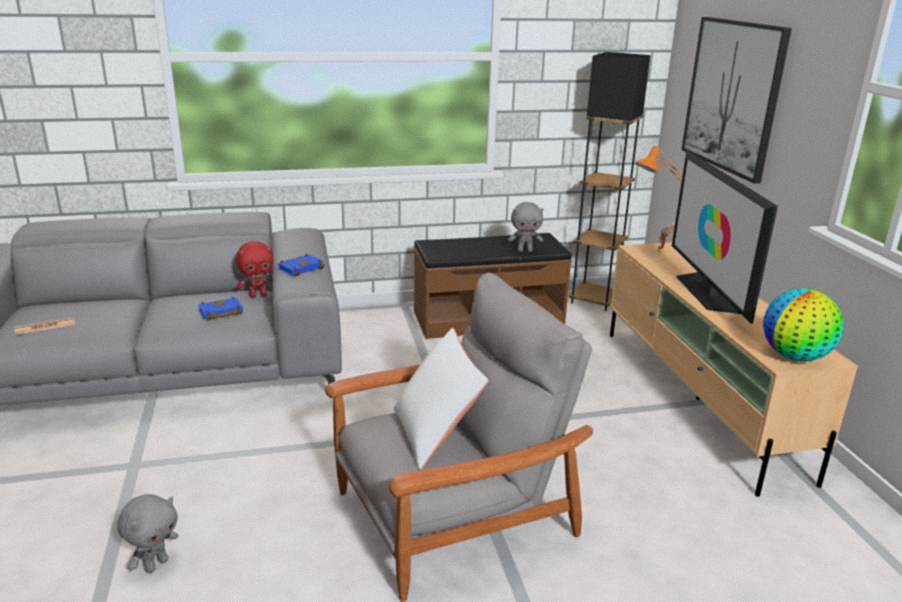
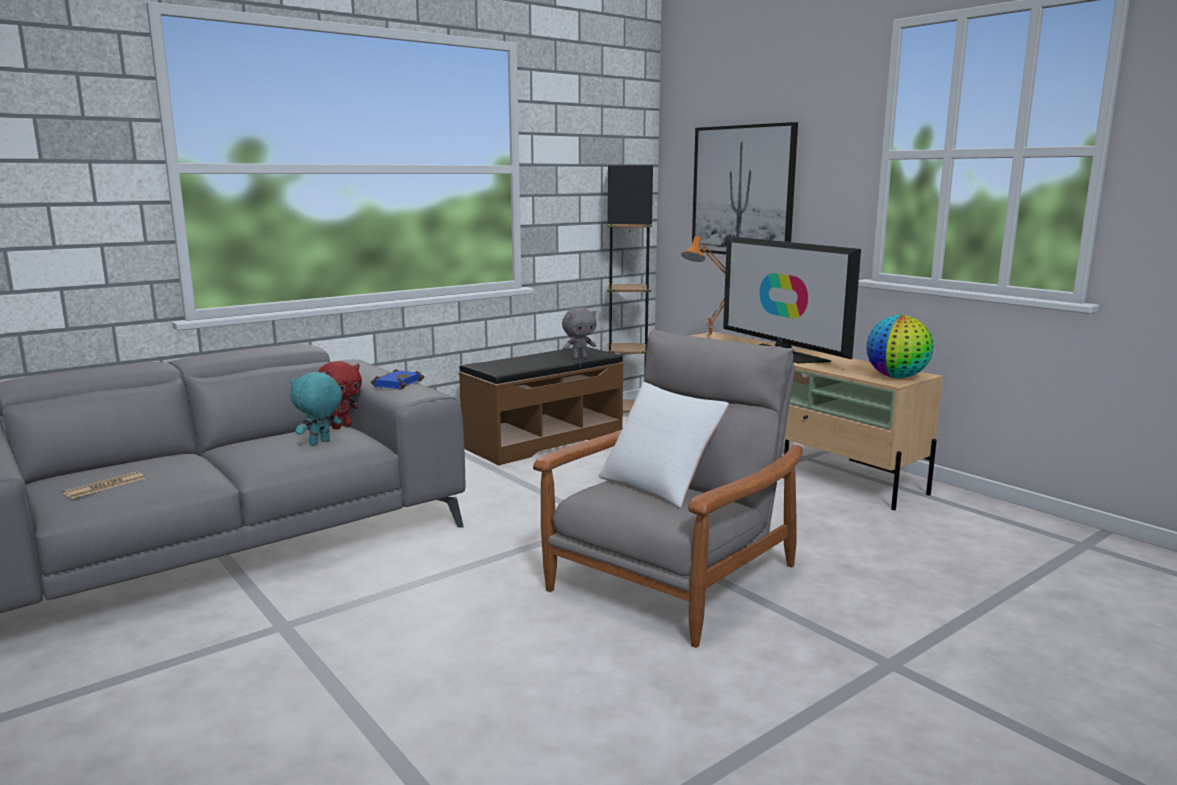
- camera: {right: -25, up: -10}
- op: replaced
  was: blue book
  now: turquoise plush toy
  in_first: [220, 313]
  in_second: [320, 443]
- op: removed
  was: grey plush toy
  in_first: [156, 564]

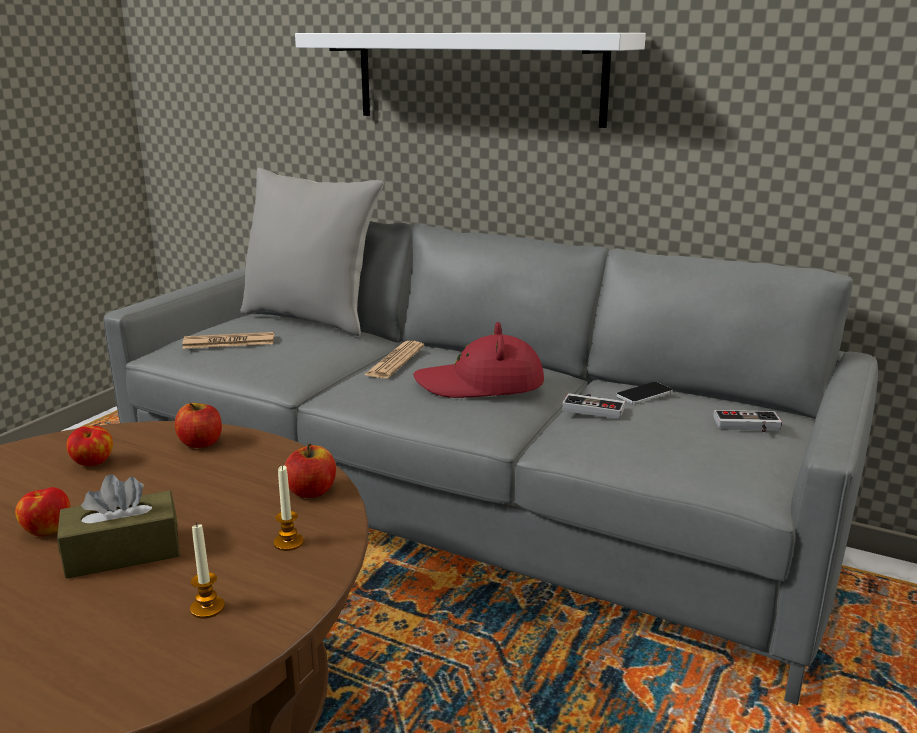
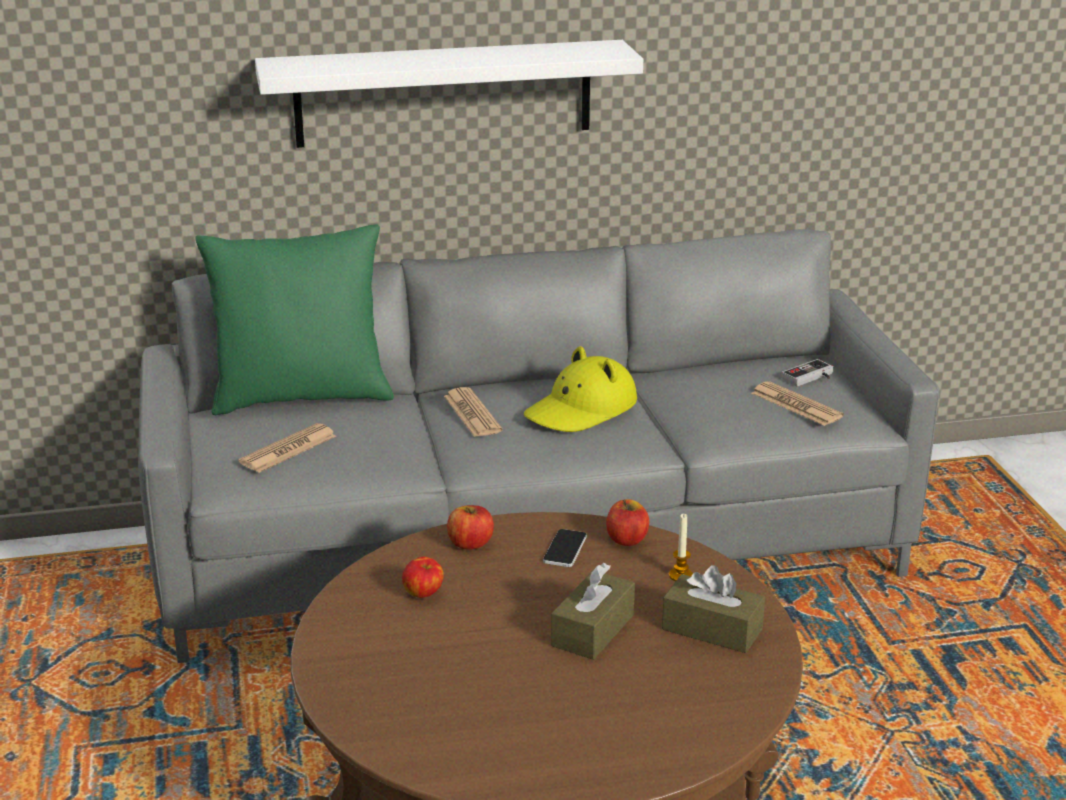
- camera: {right: -40, up: 5}
- op: recoloured
  was: grey pillow
  now: green pillow
  in_first: [311, 319]
  in_second: [301, 397]
- op: recoloured
  was: red hat
  now: yellow hat
  in_first: [480, 384]
  in_second: [581, 410]
- op: moved
  was: phone
  in_first: [644, 394]
  in_second: [565, 549]
- op: replaced
  was: candle
  now: brown tissue box
  in_first: [207, 608]
  in_second: [712, 629]
- op: added
  now: newspaper
  in_second: [796, 405]
- op: removed
  was: apple
  in_first: [47, 530]
- op: removed
  was: game controller
  in_first: [594, 407]

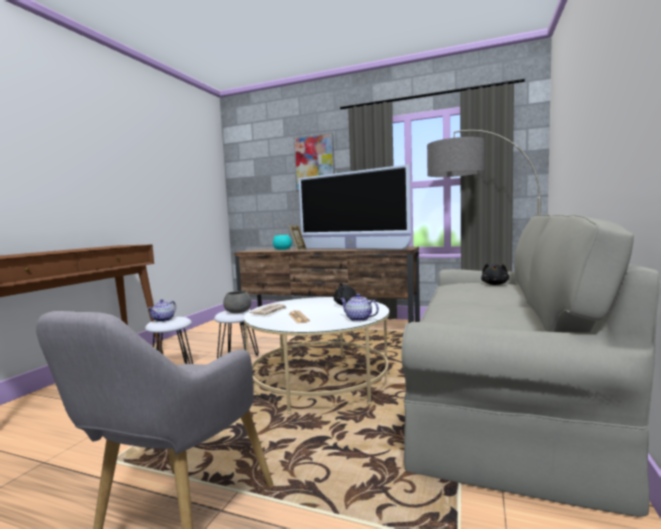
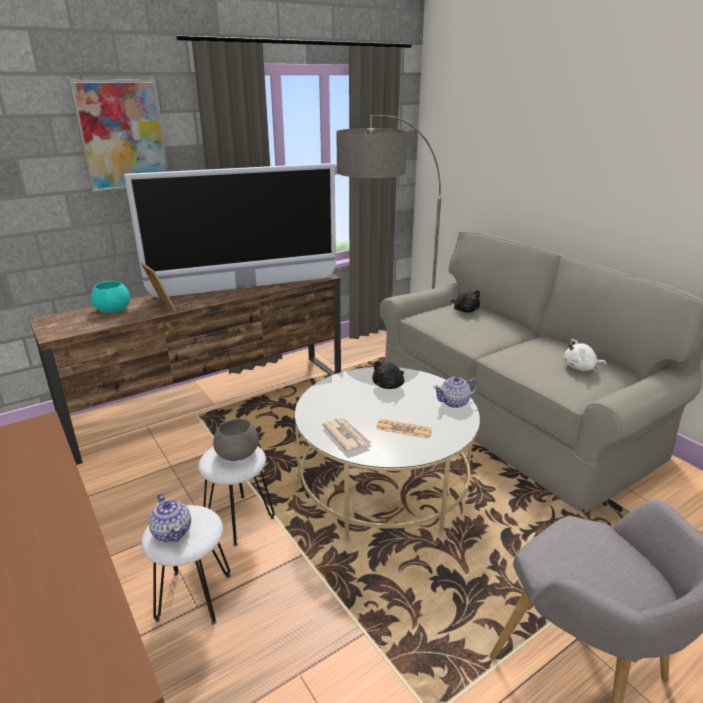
- camera: {right: -55, up: 20}
- op: added
  now: white plush toy
  in_second: [581, 368]

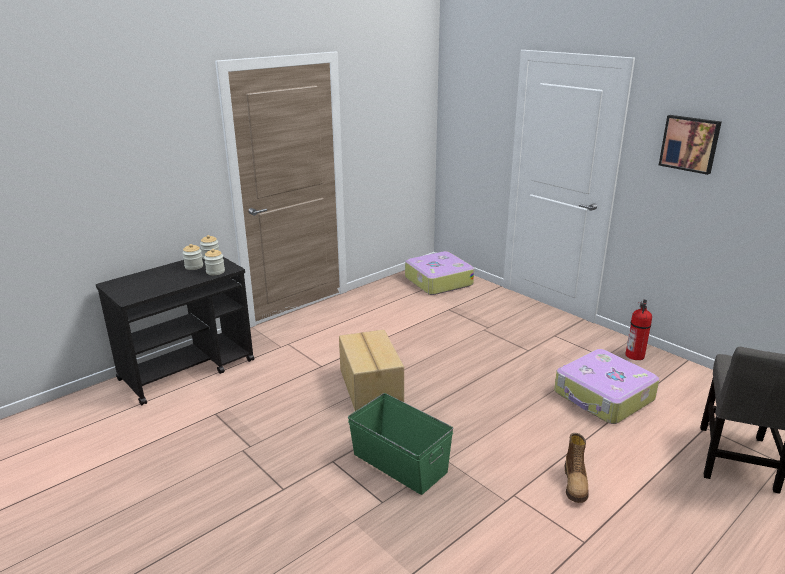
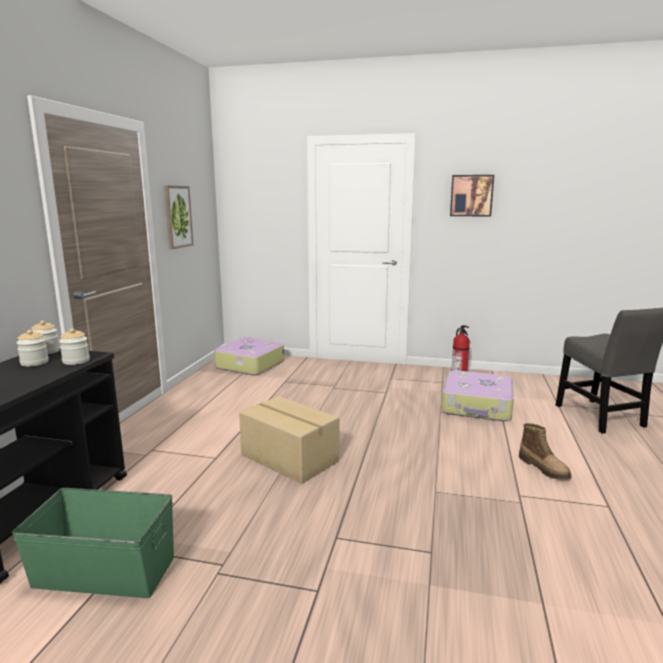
- camera: {right: -35, up: -10}
- op: moved
  was: green storage box
  in_first: [399, 462]
  in_second: [104, 571]
- op: added
  now: picture
  in_second: [177, 216]

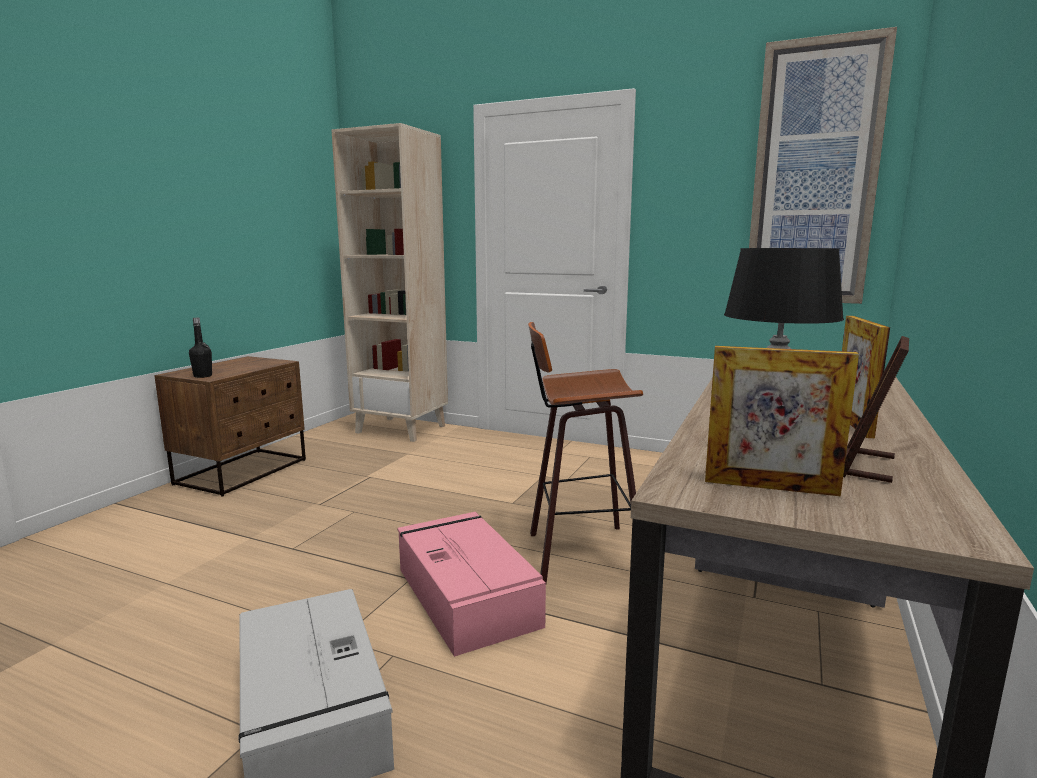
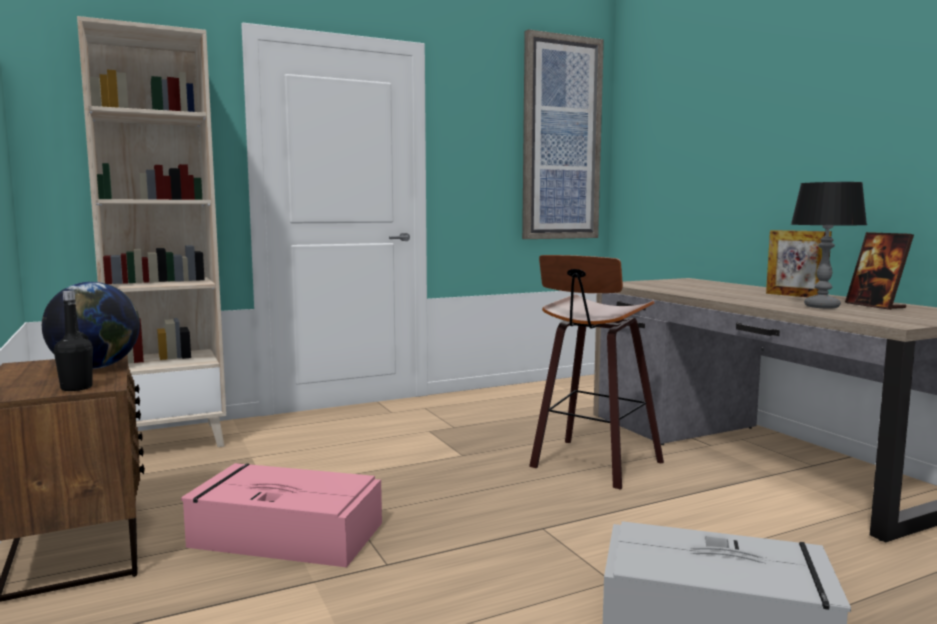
- camera: {right: -50, up: -5}
- op: added
  now: globe
  in_second: [95, 367]
- op: moved
  was: pink storage box
  in_first: [465, 595]
  in_second: [284, 534]
- op: removed
  was: picture frame
  in_first: [770, 487]

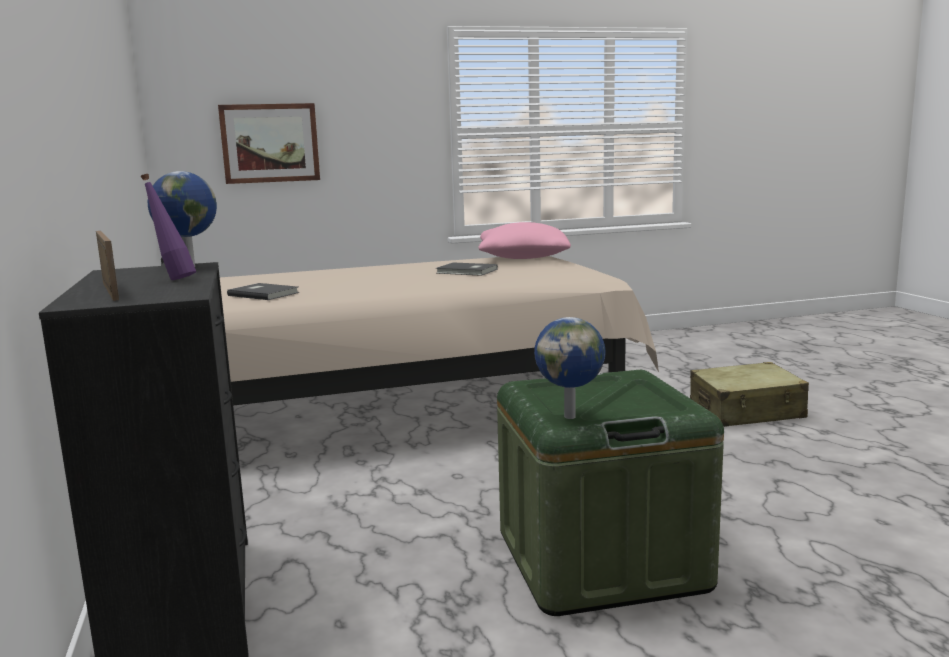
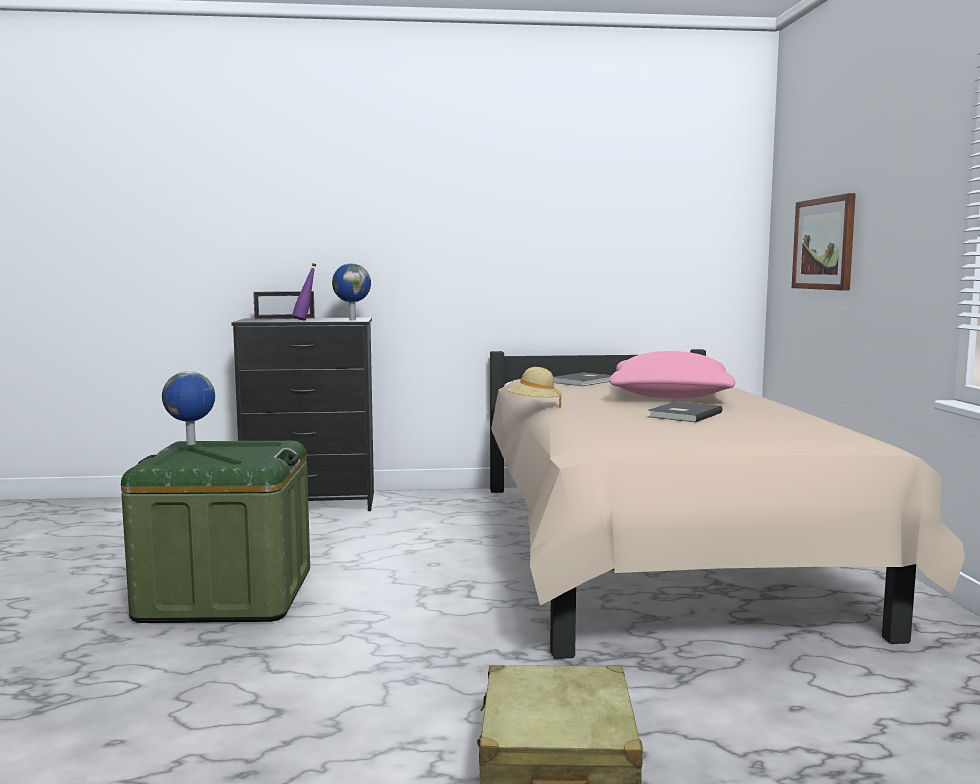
- camera: {right: 100, up: -5}
- op: added
  now: beige hat
  in_second: [534, 405]
- op: moved
  was: pink pillow
  in_first: [523, 257]
  in_second: [670, 396]

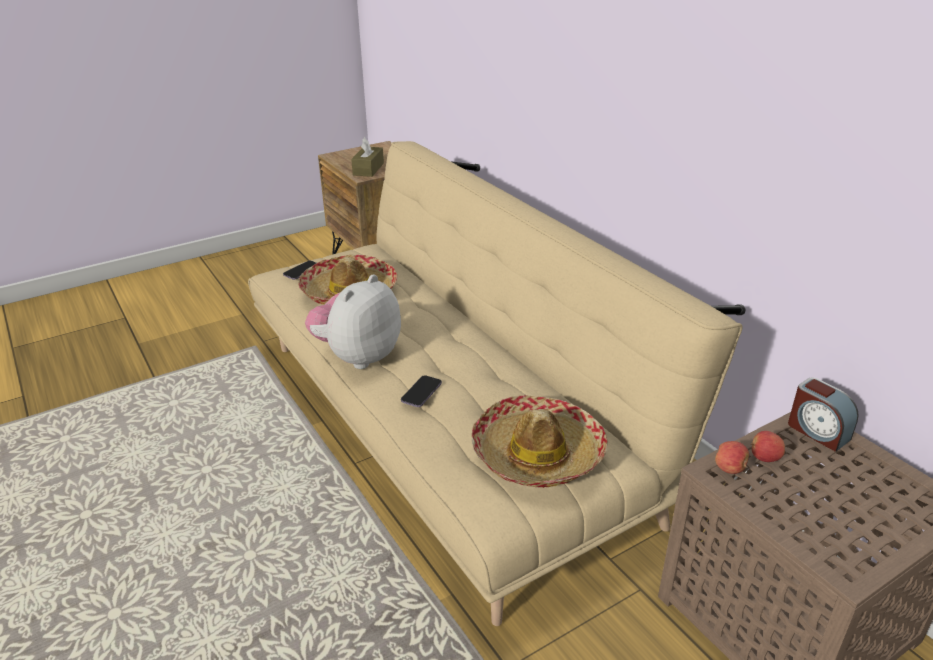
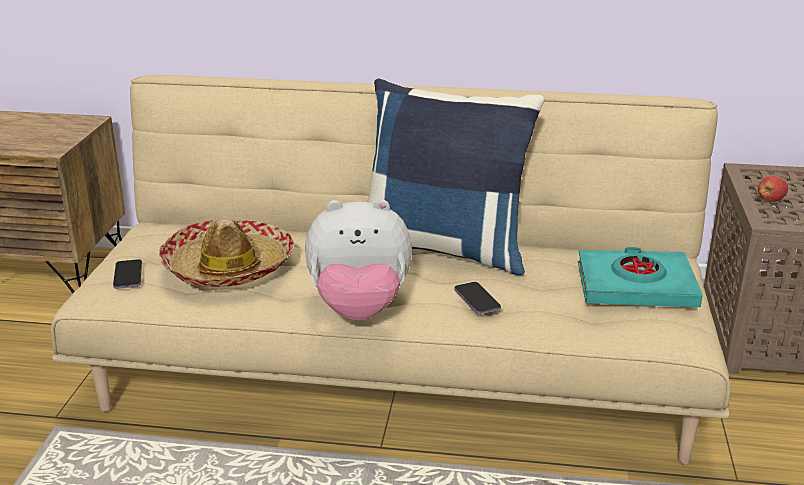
- camera: {right: -50, up: -5}
- op: turned
  was: plush toy
  in_first: [358, 356]
  in_second: [359, 309]
  clockwise: -75
- op: added
  now: blue pillow
  in_second: [444, 247]
- op: replaced
  was: hat
  now: turquoise book
  in_first: [538, 454]
  in_second: [635, 286]
- op: removed
  was: brown tissue box
  in_first: [368, 169]
- op: removed
  was: apple
  in_first: [729, 468]
- op: removed
  was: alarm clock
  in_first: [817, 431]

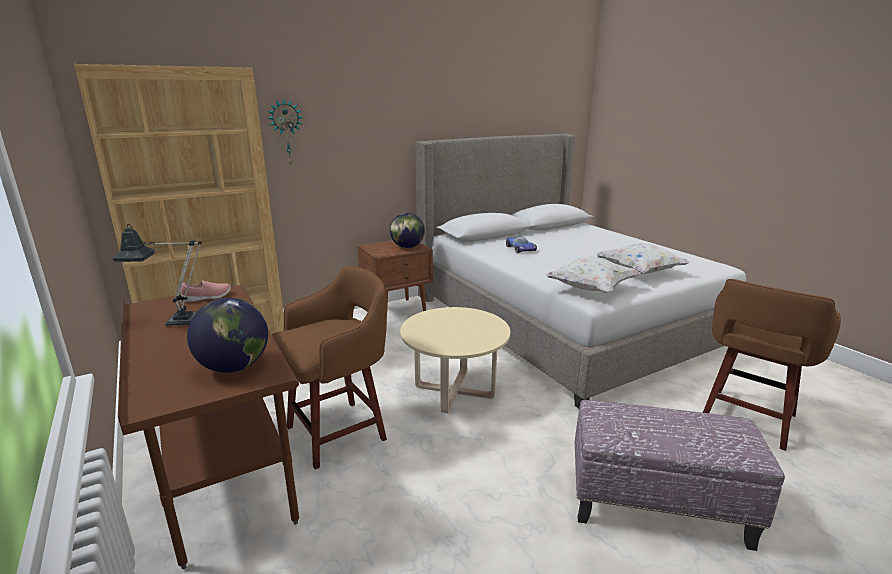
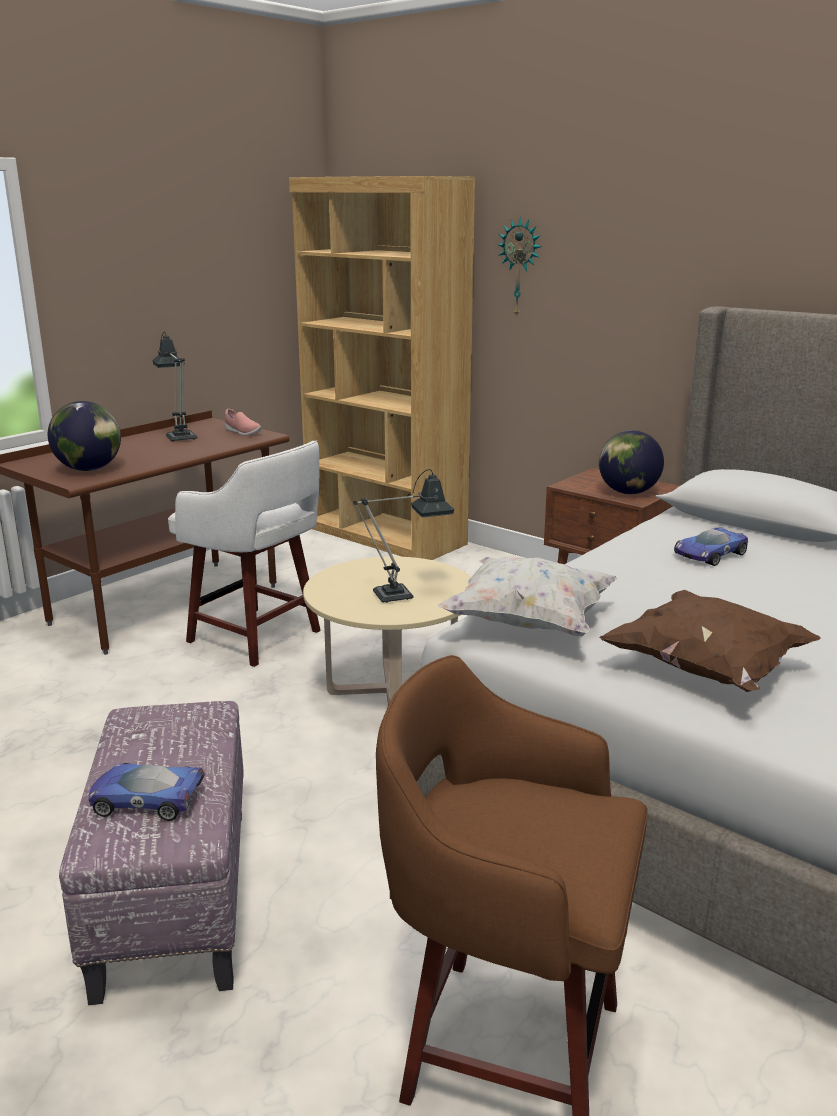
- camera: {right: 70, up: 0}
- op: added
  now: toy car
  in_second: [146, 799]
- op: recoloured
  was: brown stool
  now: white stool
  in_first: [339, 431]
  in_second: [258, 637]
- op: added
  now: table lamp
  in_second: [402, 594]
- op: recoloured
  was: white pillow
  now: brown pillow
  in_first: [640, 272]
  in_second: [707, 670]

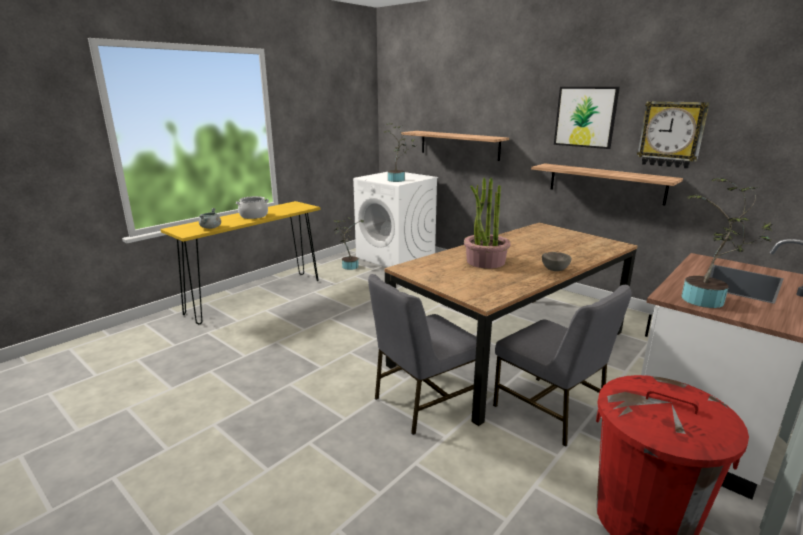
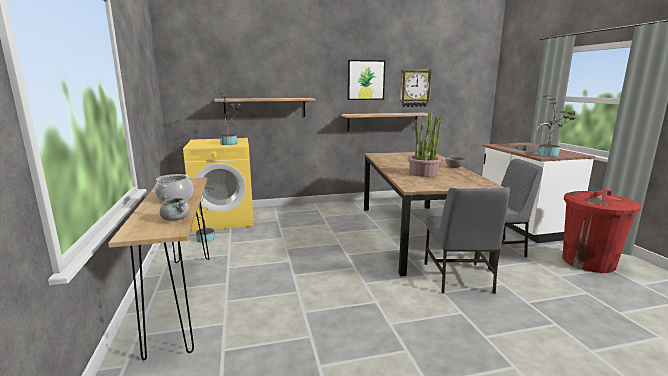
- camera: {right: -55, up: -5}
- op: recoloured
  was: yellow console table
  now: brown console table
  in_first: [256, 296]
  in_second: [182, 298]
- op: recoloured
  was: white washing machine
  now: yellow washing machine
  in_first: [396, 257]
  in_second: [225, 219]

